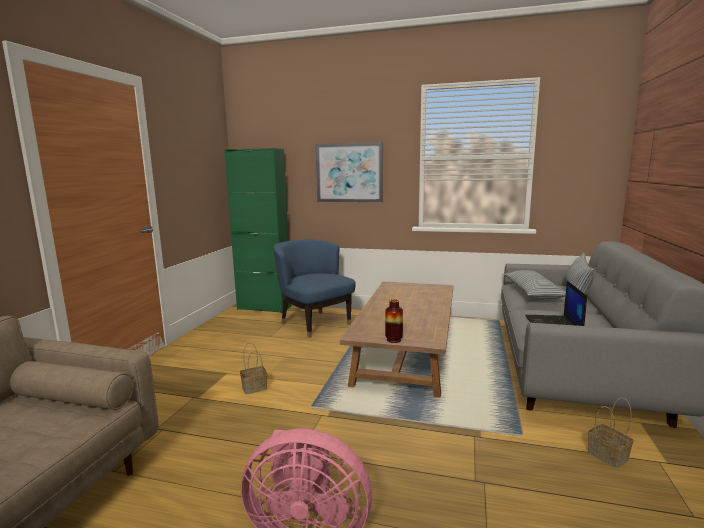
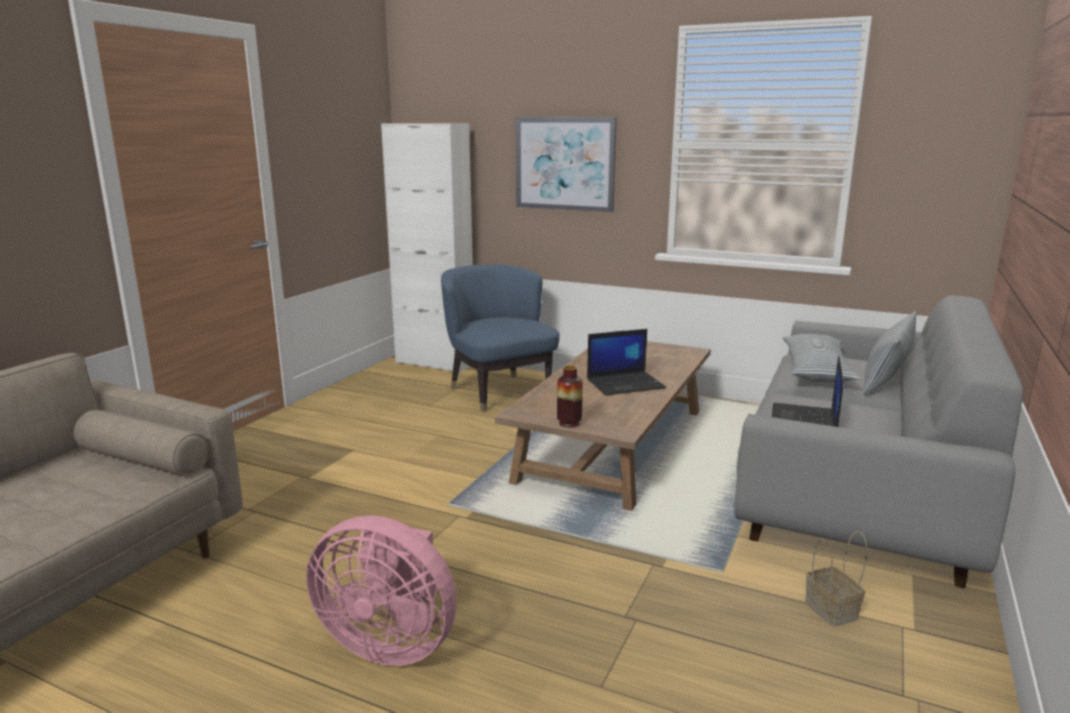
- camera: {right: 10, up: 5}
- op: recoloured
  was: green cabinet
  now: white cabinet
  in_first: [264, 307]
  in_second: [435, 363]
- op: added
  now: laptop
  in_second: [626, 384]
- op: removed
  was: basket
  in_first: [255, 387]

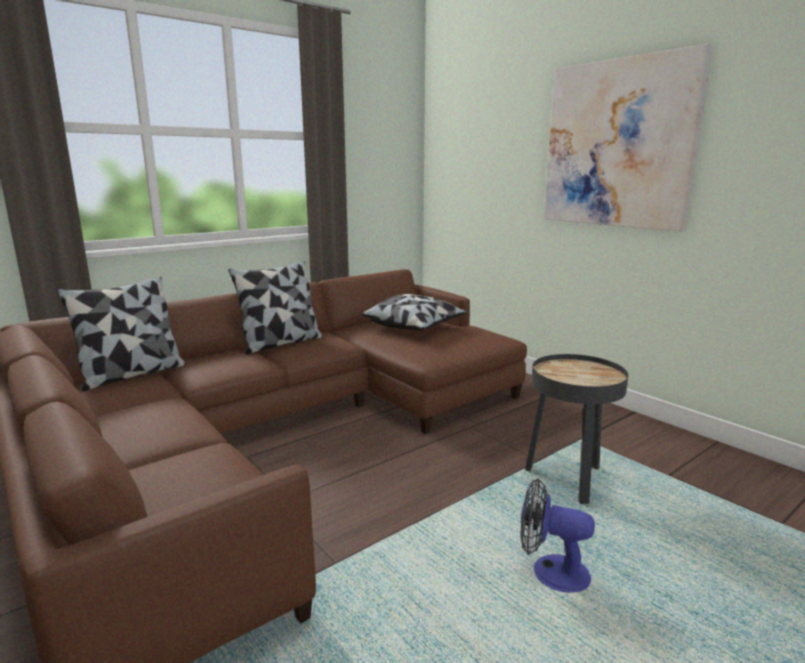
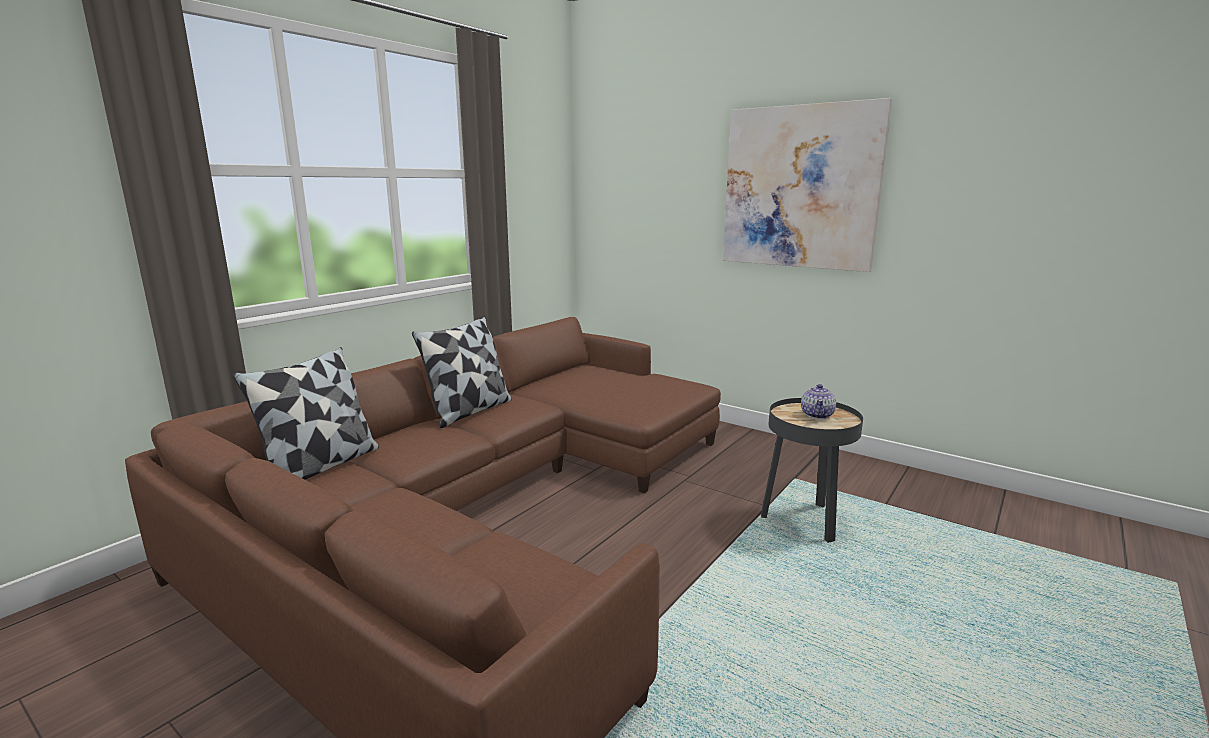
- camera: {right: -15, up: 0}
- op: added
  now: teapot
  in_second: [817, 415]
- op: removed
  was: pillow
  in_first: [415, 327]
- op: removed
  was: fan
  in_first: [550, 571]

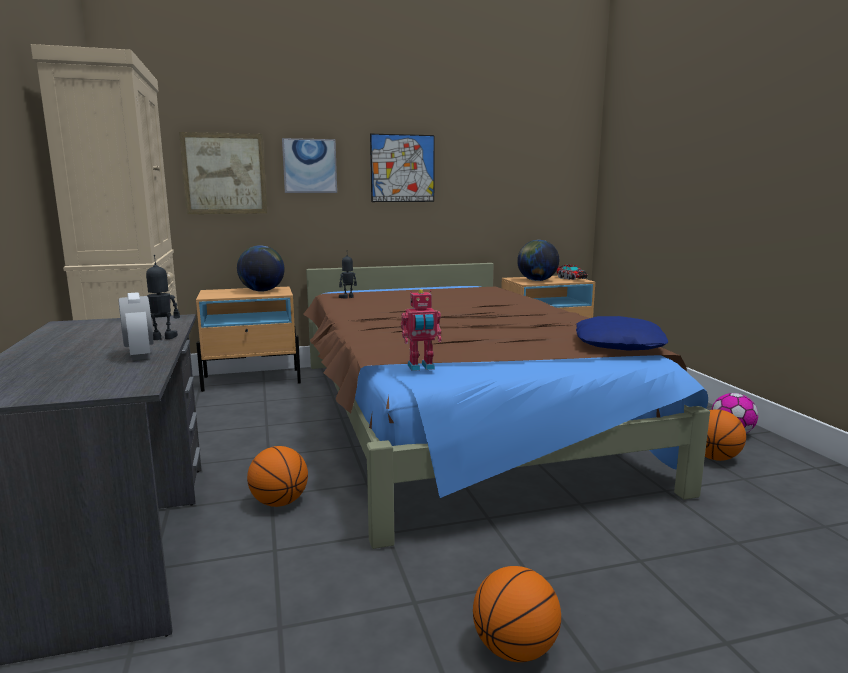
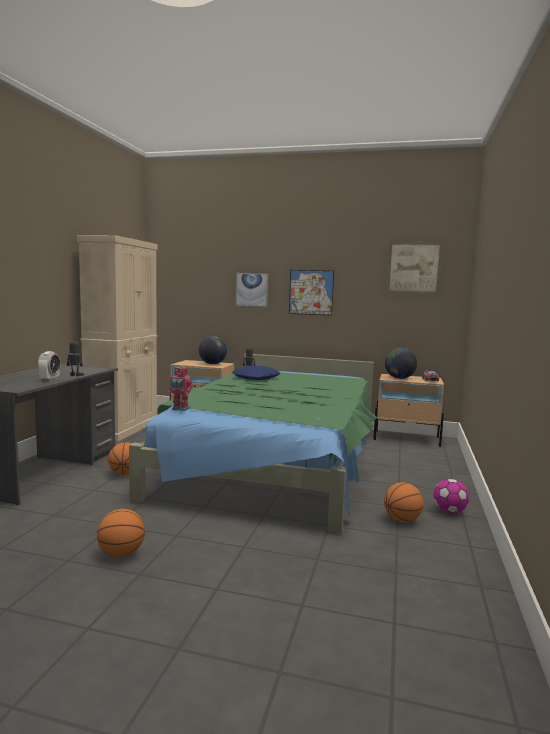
- camera: {right: 30, up: -5}
- op: recoloured
  was: brown bed
  now: green bed
  in_first: [454, 417]
  in_second: [276, 458]
- op: moved
  was: blue pillow
  in_first: [619, 344]
  in_second: [256, 378]
- op: moved
  was: picture
  in_first: [224, 174]
  in_second: [414, 268]

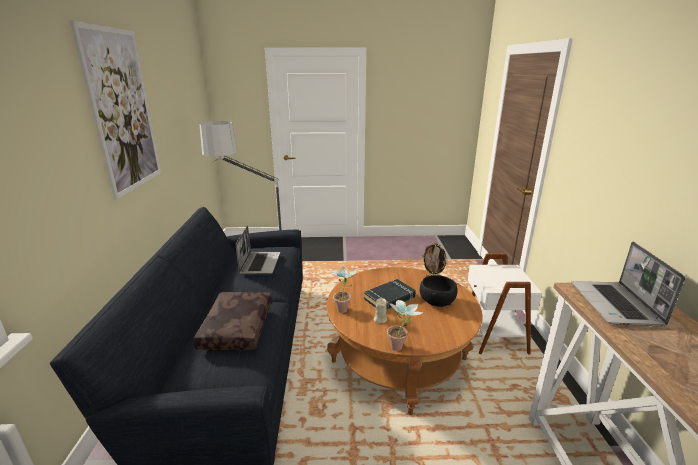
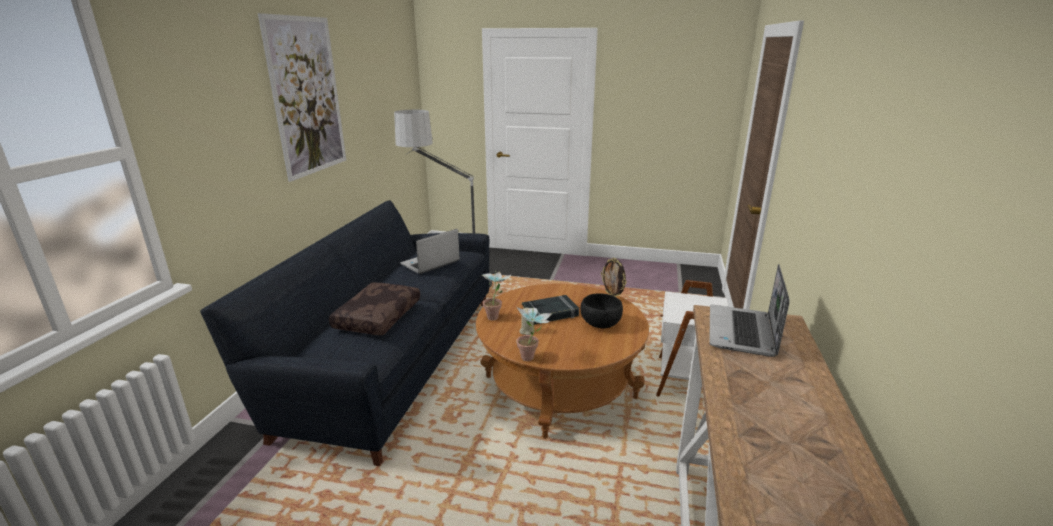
- camera: {right: 15, up: 0}
- op: turned
  was: laptop
  in_first: [259, 263]
  in_second: [430, 263]
  clockwise: -150

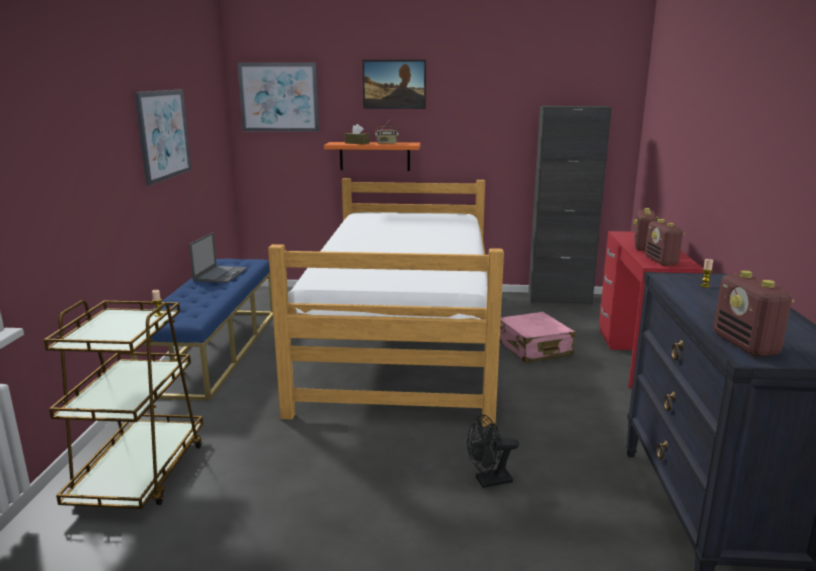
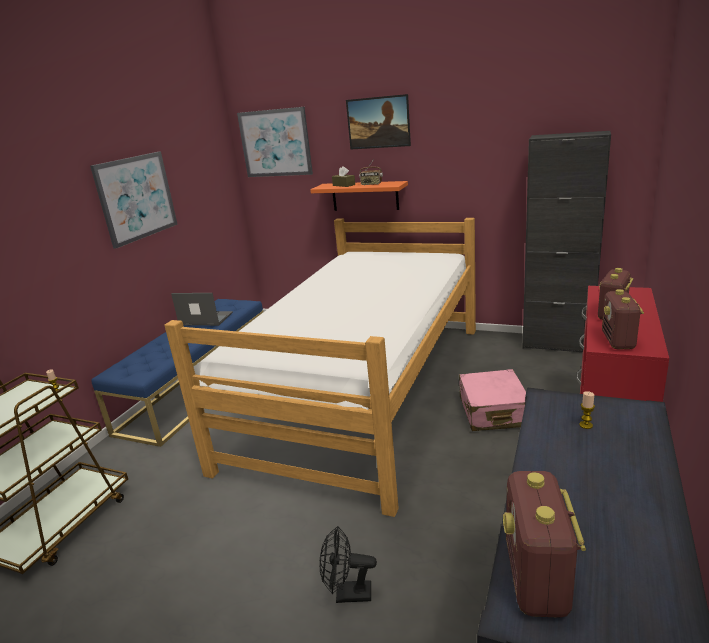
- camera: {right: 20, up: 5}
- op: turned
  was: laptop
  in_first: [221, 274]
  in_second: [205, 319]
  clockwise: -105

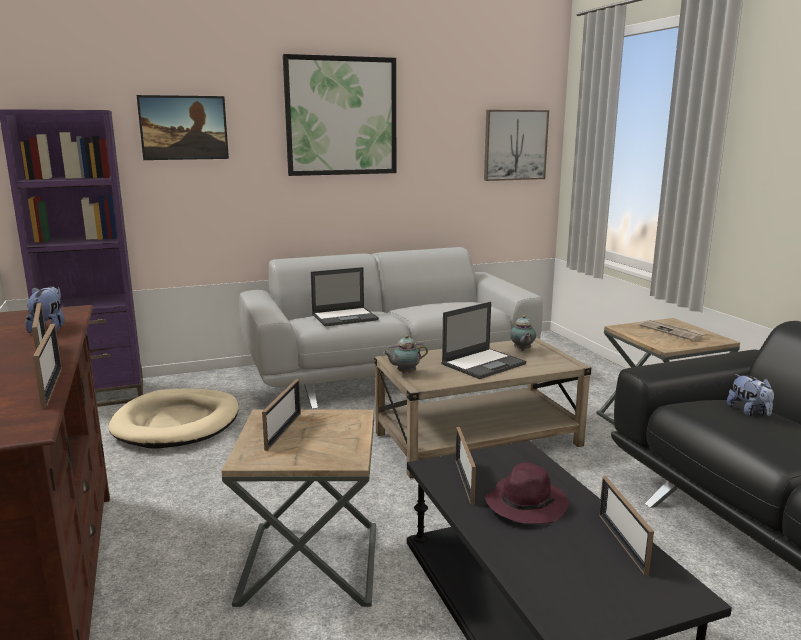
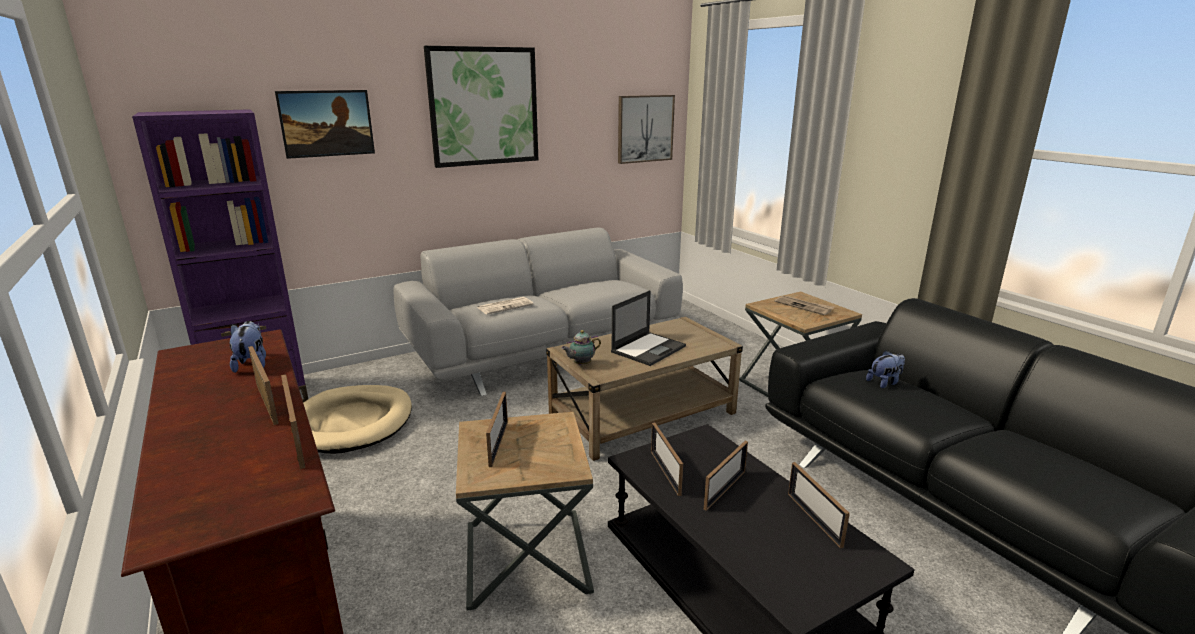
- camera: {right: -10, up: 5}
- op: replaced
  was: laptop
  now: newspaper
  in_first: [345, 317]
  in_second: [505, 306]
- op: replaced
  was: purple hat
  now: picture frame
  in_first: [526, 504]
  in_second: [725, 490]
- op: turned
  was: plush toy
  in_first: [749, 412]
  in_second: [884, 382]
  clockwise: -90
- op: removed
  was: teapot
  in_first: [522, 350]

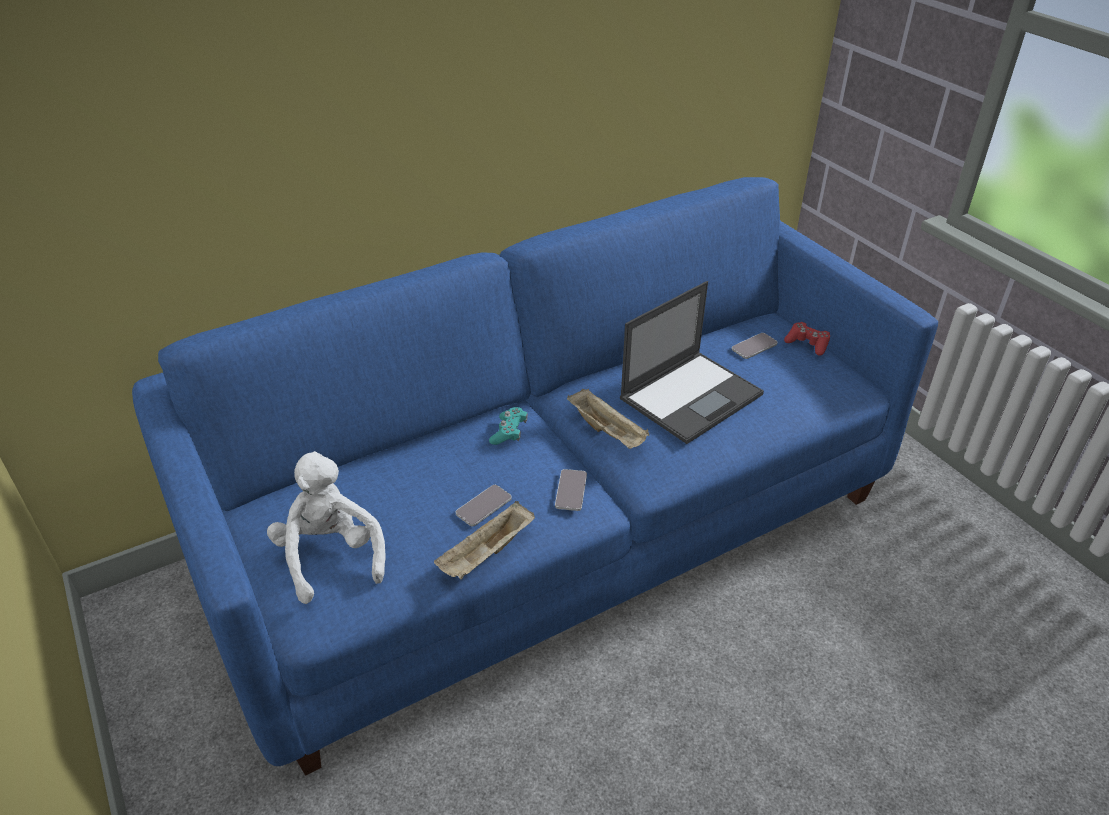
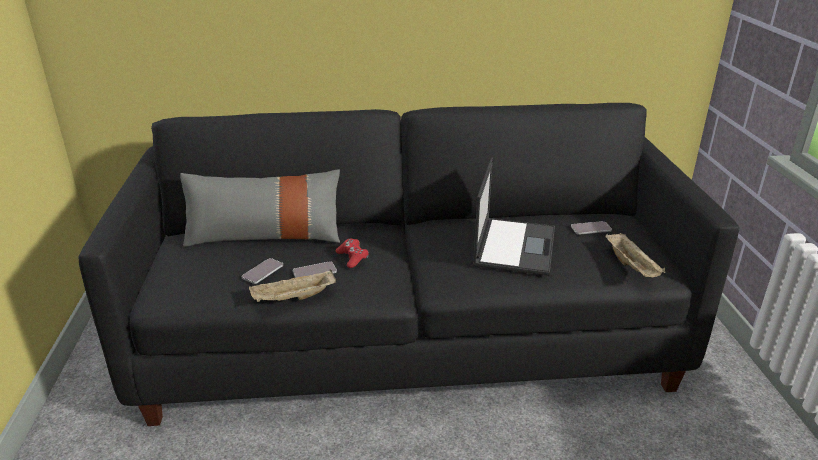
- camera: {right: 25, up: -10}
- op: recoloured
  was: blue sofa
  now: black sofa
  in_first: [555, 529]
  in_second: [410, 337]
- op: added
  now: grey pillow
  in_second: [264, 236]
- op: moved
  was: phone
  in_first: [571, 490]
  in_second: [262, 271]
- op: moved
  was: red game controller
  in_first: [807, 344]
  in_second: [352, 258]
- op: turned
  was: laptop
  in_first: [692, 396]
  in_second: [514, 246]
  clockwise: -60
- op: moved
  was: beige tray
  in_first: [608, 431]
  in_second: [632, 267]
- op: removed
  was: white plush toy
  in_first: [331, 556]
- op: removed
  was: turquoise game controller
  in_first: [509, 432]

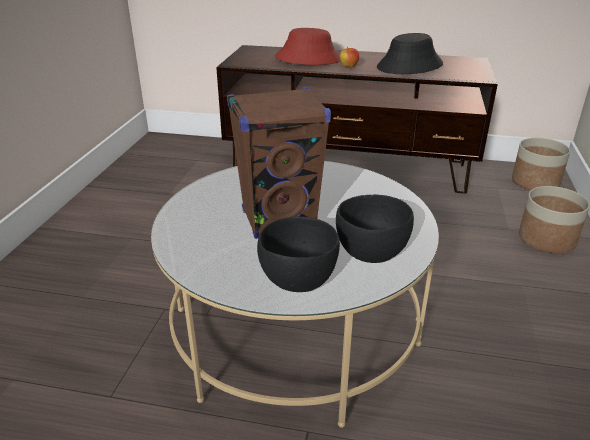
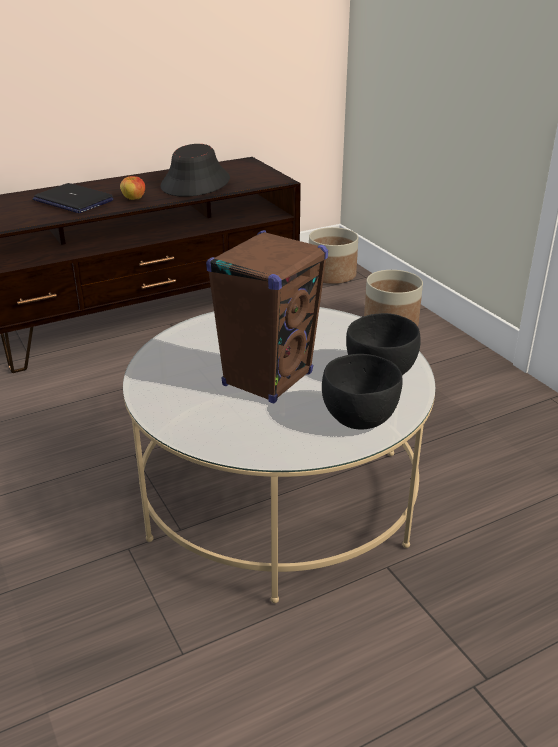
- camera: {right: -40, up: 0}
- op: replaced
  was: red hat
  now: laptop
  in_first: [308, 59]
  in_second: [73, 200]

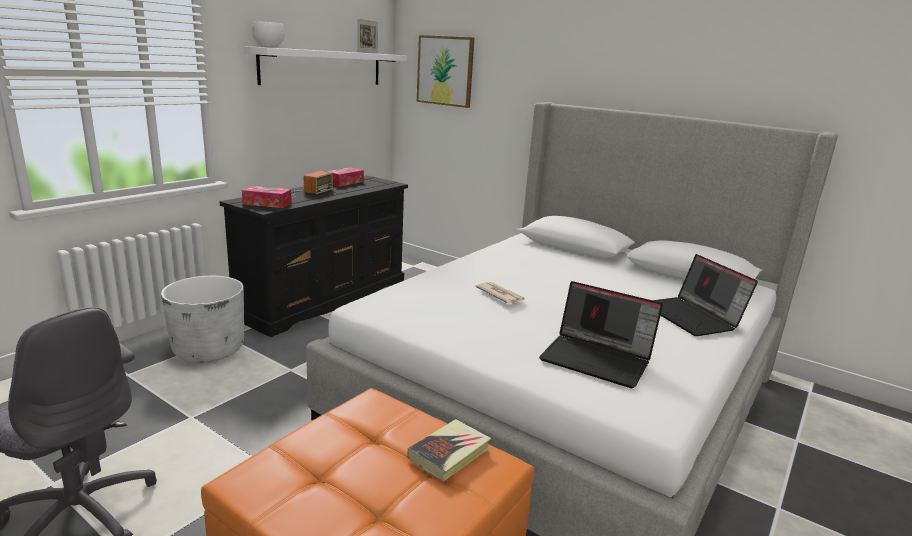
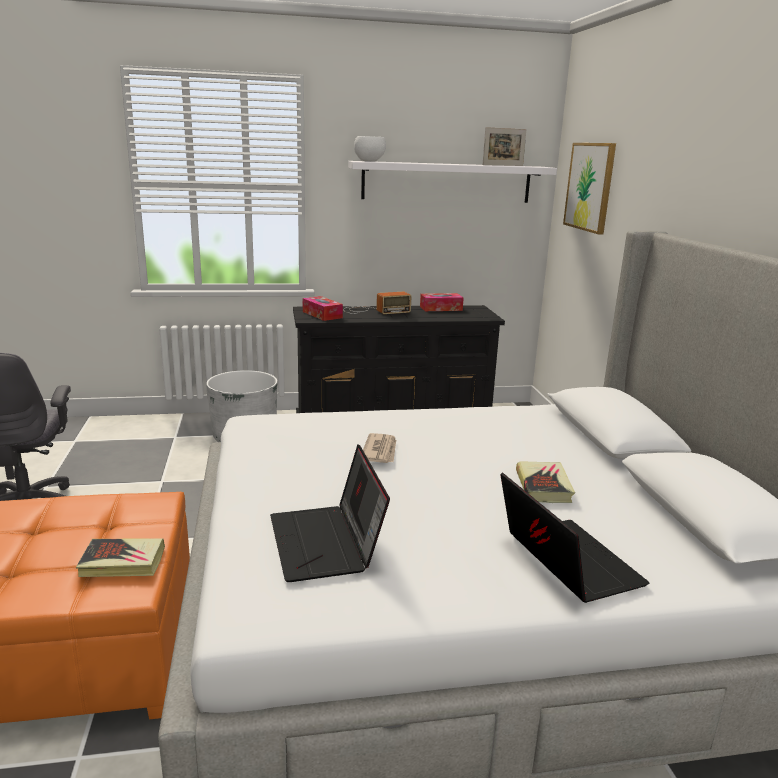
- camera: {right: 45, up: 0}
- op: turned
  was: laptop
  in_first: [693, 317]
  in_second: [564, 561]
  clockwise: 135
- op: added
  now: book
  in_second: [543, 486]

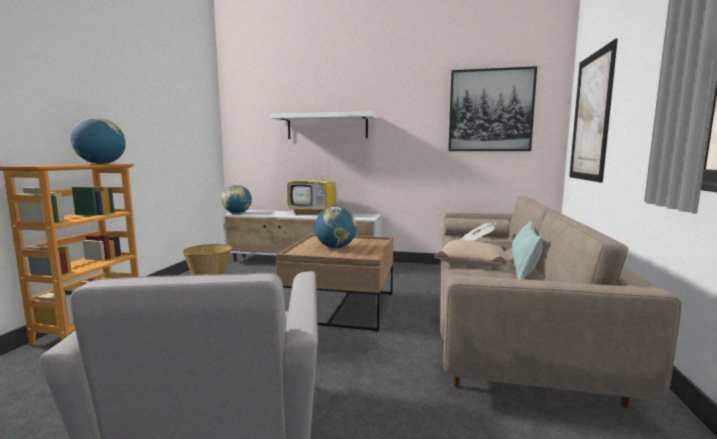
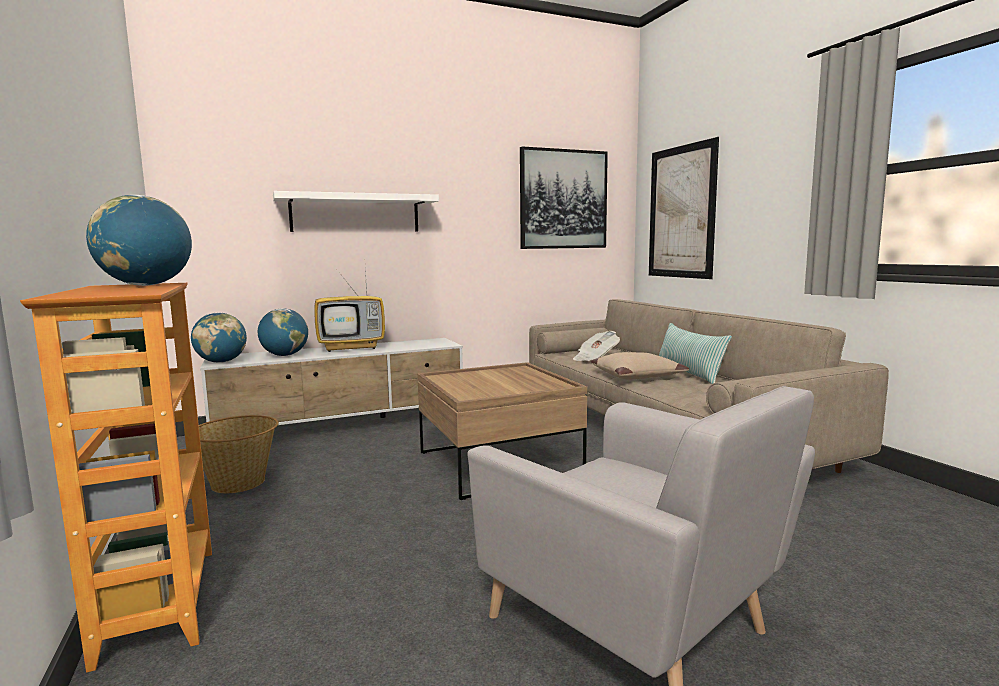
- camera: {right: -35, up: 0}
- op: moved
  was: globe
  in_first: [335, 247]
  in_second: [285, 355]

